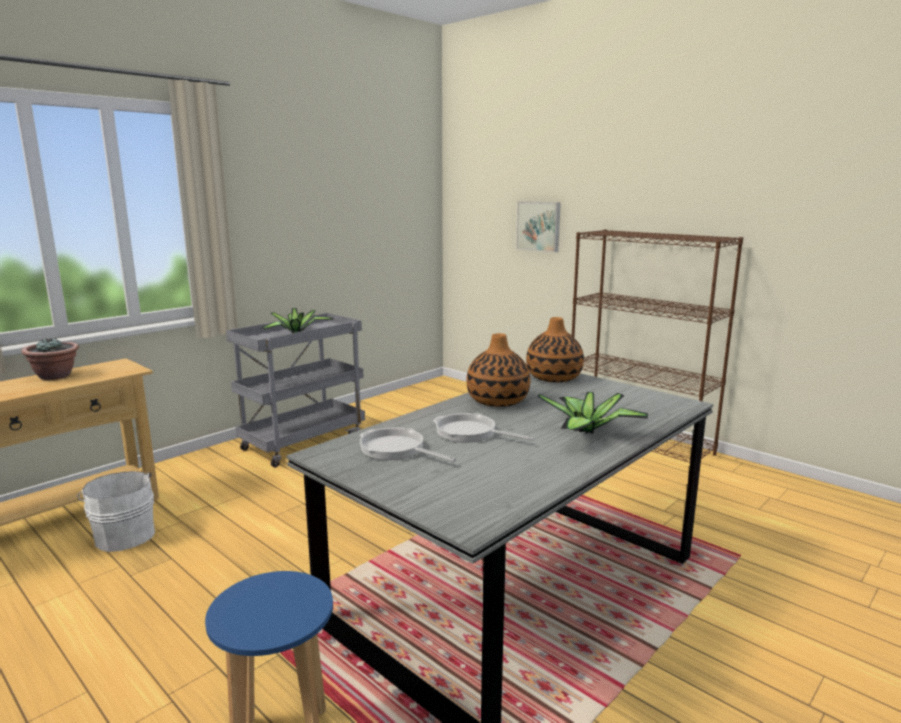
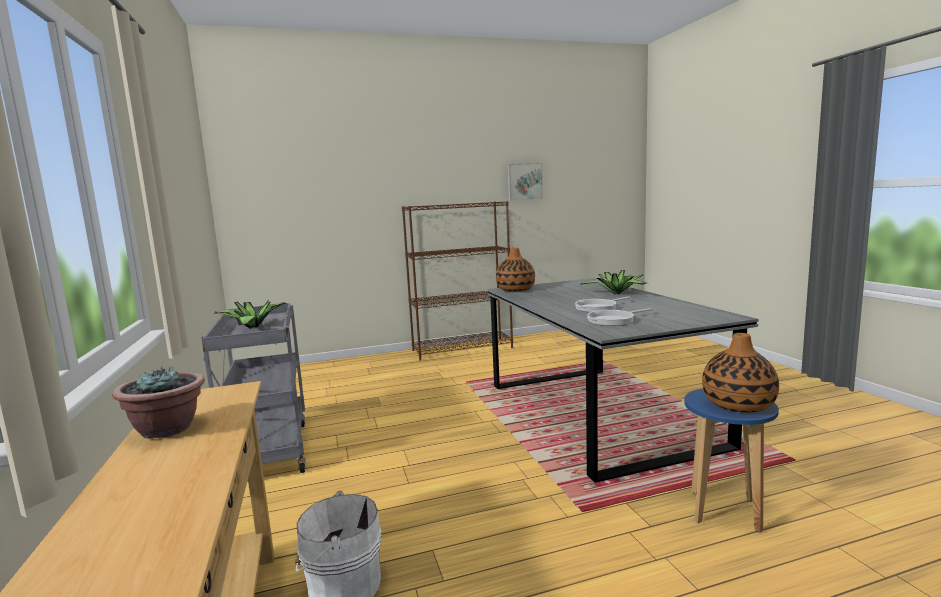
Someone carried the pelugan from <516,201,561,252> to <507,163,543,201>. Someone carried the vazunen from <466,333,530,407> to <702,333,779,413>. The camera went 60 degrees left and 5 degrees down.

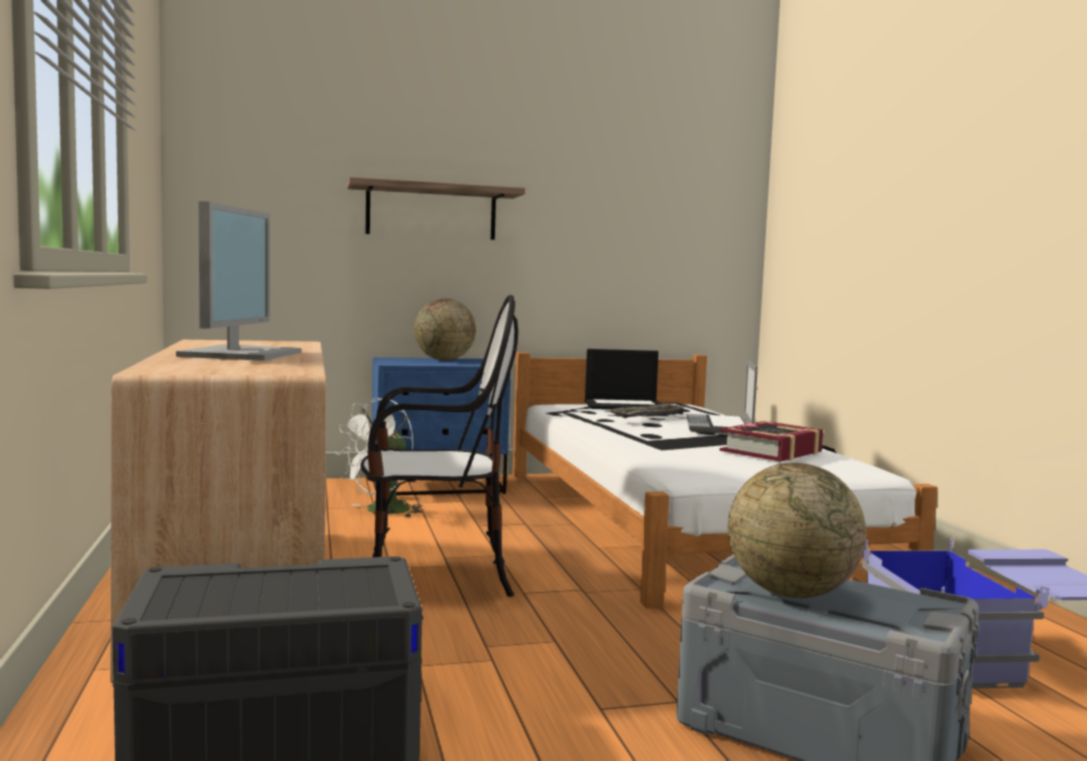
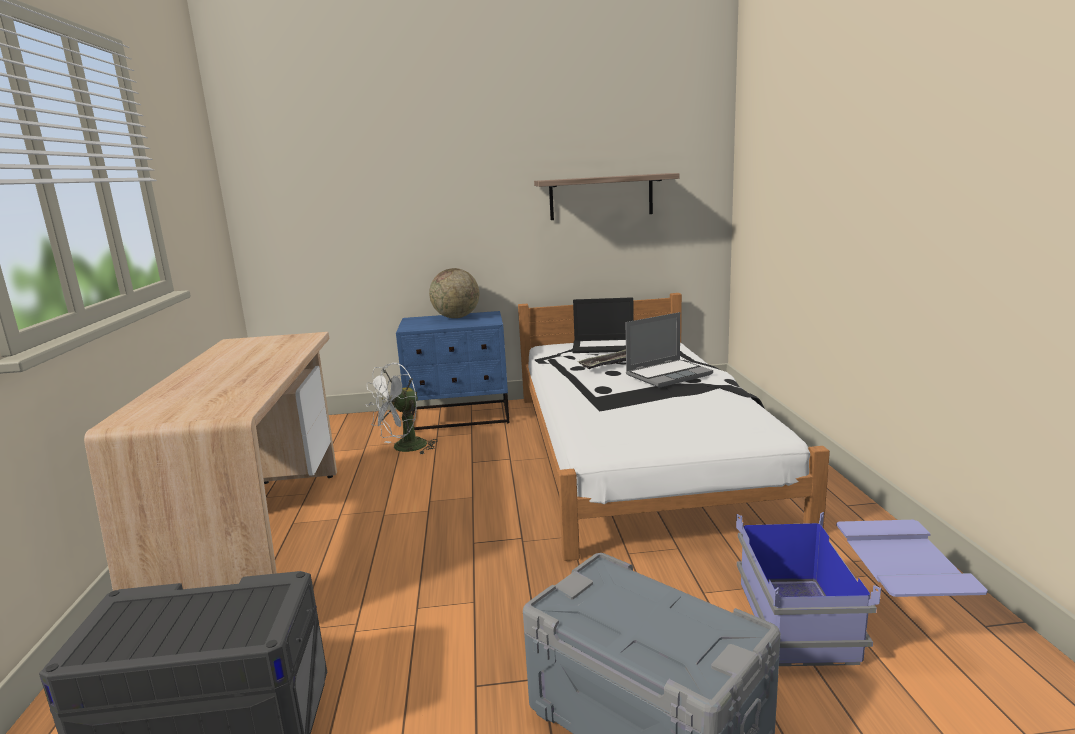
Someone carried the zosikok from <347,177,525,240> to <534,173,679,220>. Someone rotated the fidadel at <687,360,758,434> by 135 degrees counterclockwise. Someone took away the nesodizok at <176,201,301,361>. Someone took away the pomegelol at <360,295,518,597>. Someone took away the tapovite at <720,421,823,462>. Someone took away the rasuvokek at <728,463,866,598>. The camera went 10 degrees right and 10 degrees up.

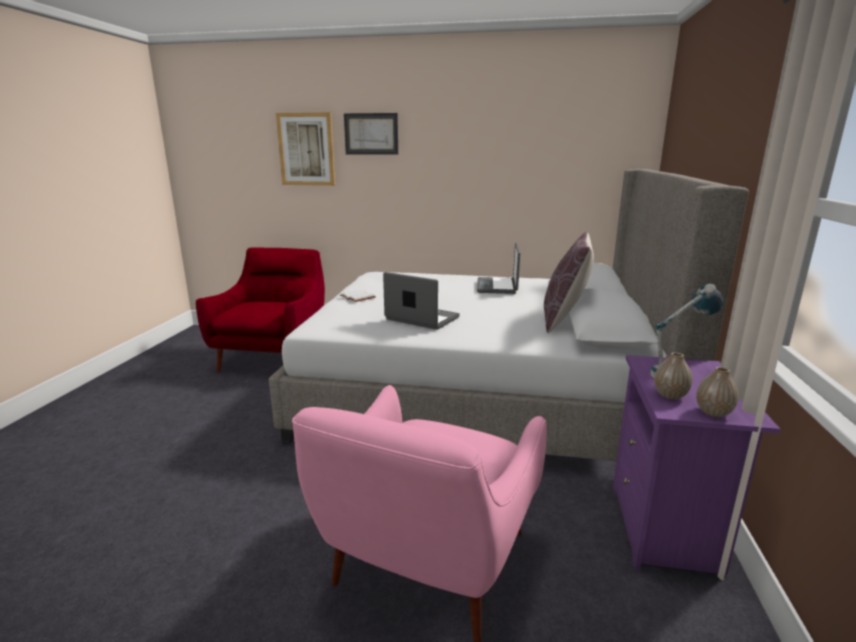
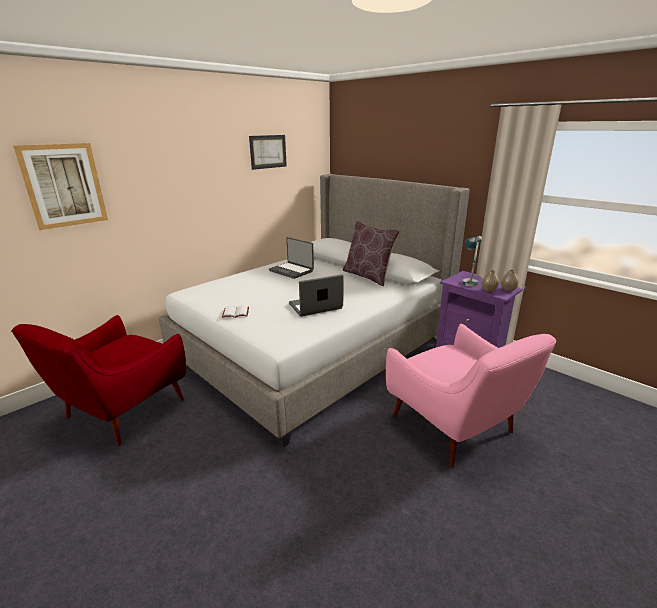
Someone rotated the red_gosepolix at <196,247,325,372> by 105 degrees counterclockwise. Someone carried the pelugan from <344,113,398,155> to <249,135,287,170>. The camera went 55 degrees left and 5 degrees up.

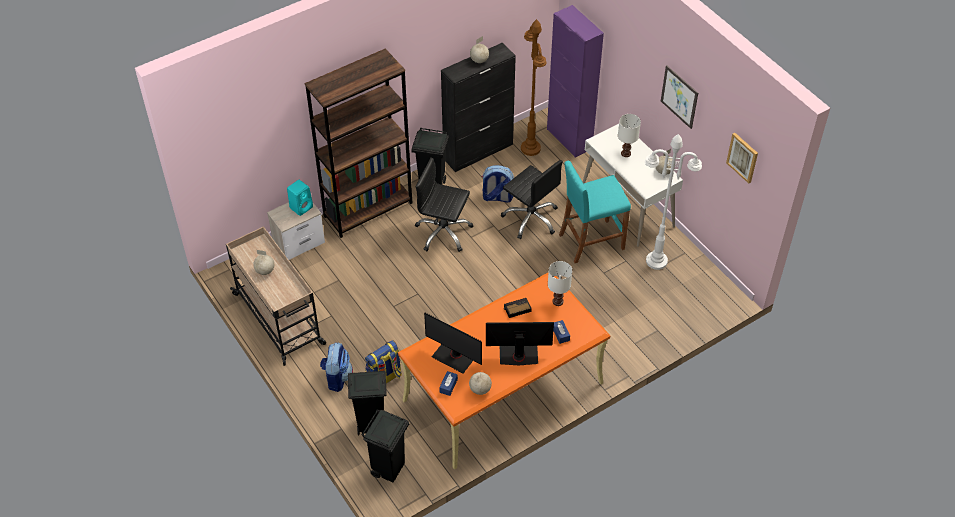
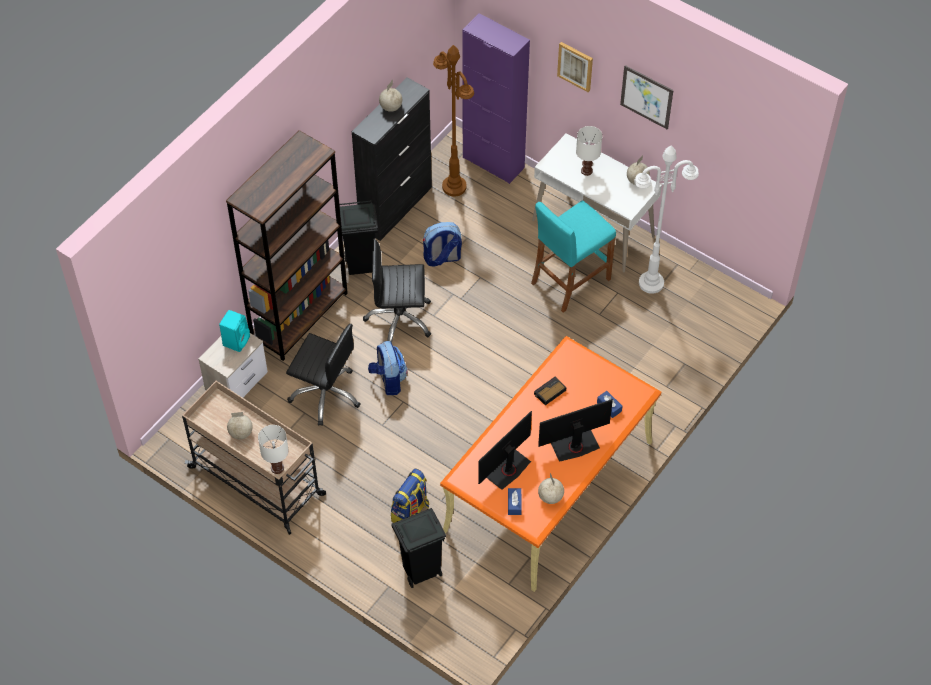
Someone carried the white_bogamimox from <548,261,572,306> to <258,425,289,474>. Someone carried the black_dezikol from <501,160,563,239> to <286,324,360,426>. Someone carried the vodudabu from <320,343,353,392> to <368,341,408,395>. Someone rotated the nesodizok at <424,313,482,373> by 120 degrees clockwise. Someone carried the pelugan from <726,133,758,184> to <557,42,593,92>. Someone took away the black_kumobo at <361,409,409,482>. The camera went 20 degrees left and 5 degrees up.

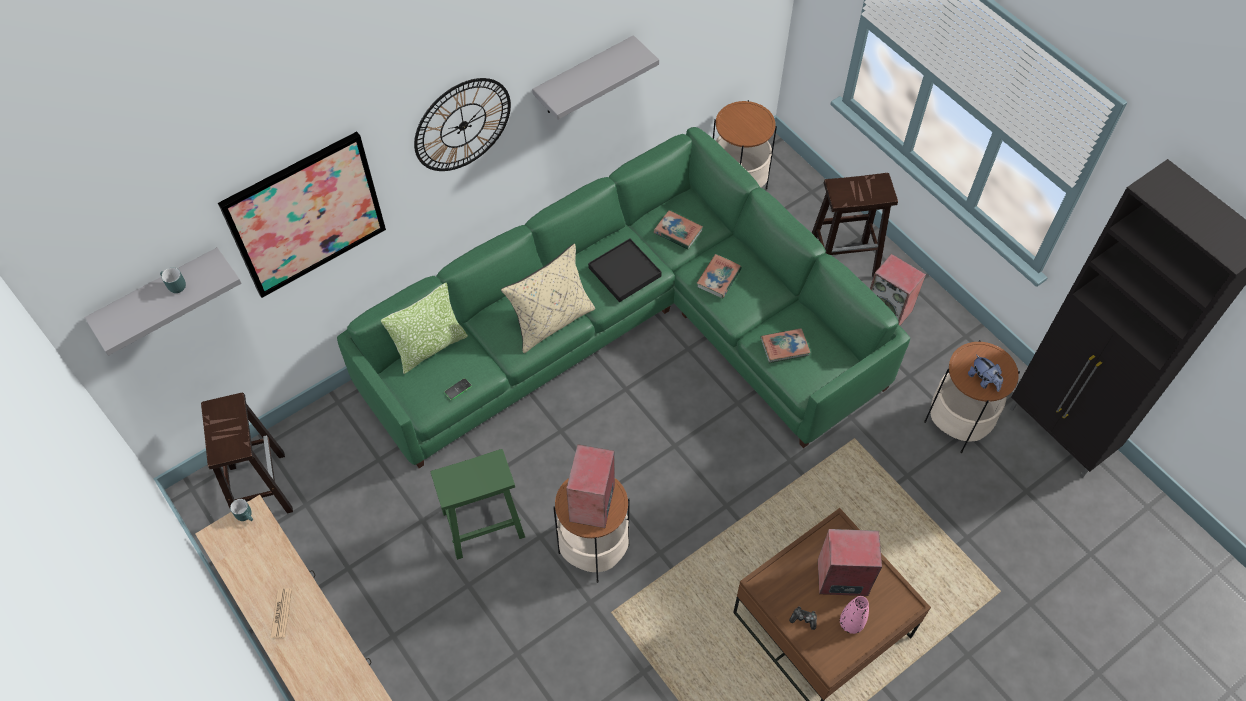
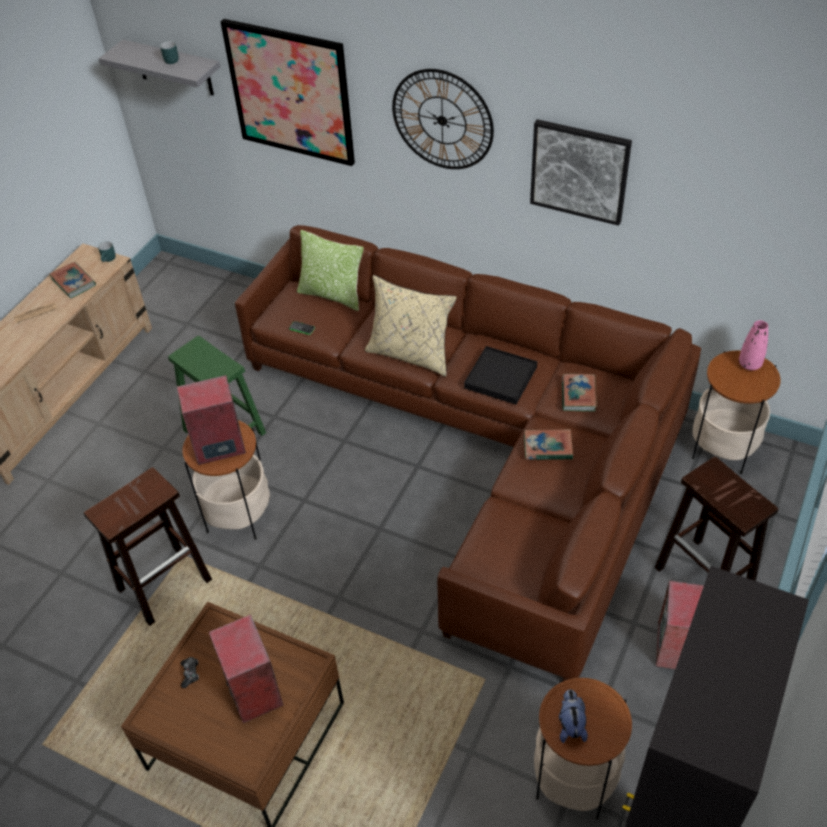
Someone carried the tapovite from <760,328,811,363> to <49,262,96,299>. Someone carried the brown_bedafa from <201,393,293,513> to <84,467,212,626>. Someone repainted the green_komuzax at <337,127,910,468>, which became the brown_komuzax at <235,225,701,681>. Someone swapped the grey_zosikok at <532,35,659,120> for the pelugan at <530,119,632,226>. Someone rotated the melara at <968,355,1003,392> by 150 degrees clockwise. Someone carried the pink_vazunen from <840,596,869,634> to <739,320,768,370>. The camera went 65 degrees right and 10 degrees down.

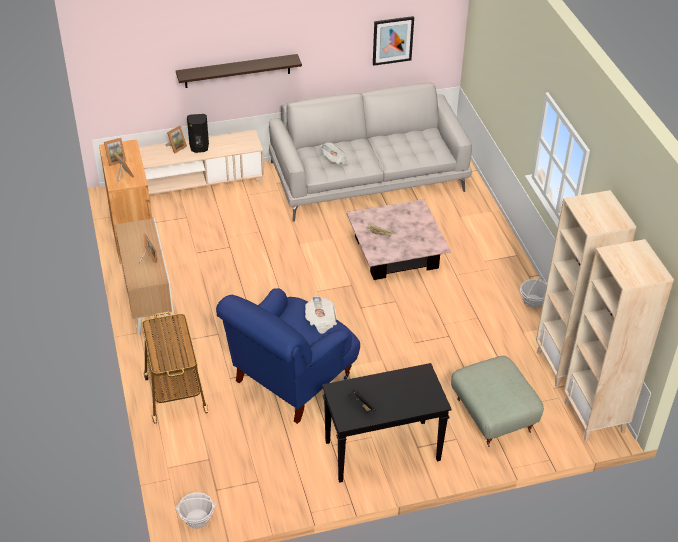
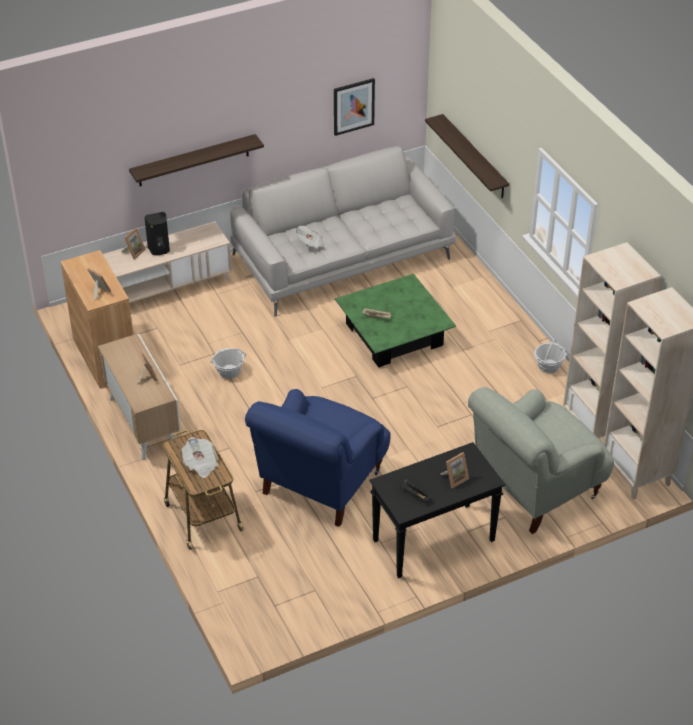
Someone carried the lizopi from <305,295,337,334> to <182,437,219,478>. Someone carried the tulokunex from <175,492,217,529> to <211,348,246,379>. Someone repainted the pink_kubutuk at <346,199,451,280>, which became the green_kubutuk at <335,274,456,367>. Someone put up the zosikok at <425,114,509,198>. Someone carried the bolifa from <104,138,127,166> to <440,452,469,488>. Someone swapped the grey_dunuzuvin at <451,356,544,447> for the grey_gosepolix at <468,387,614,534>. The camera went 10 degrees left and 0 degrees up.

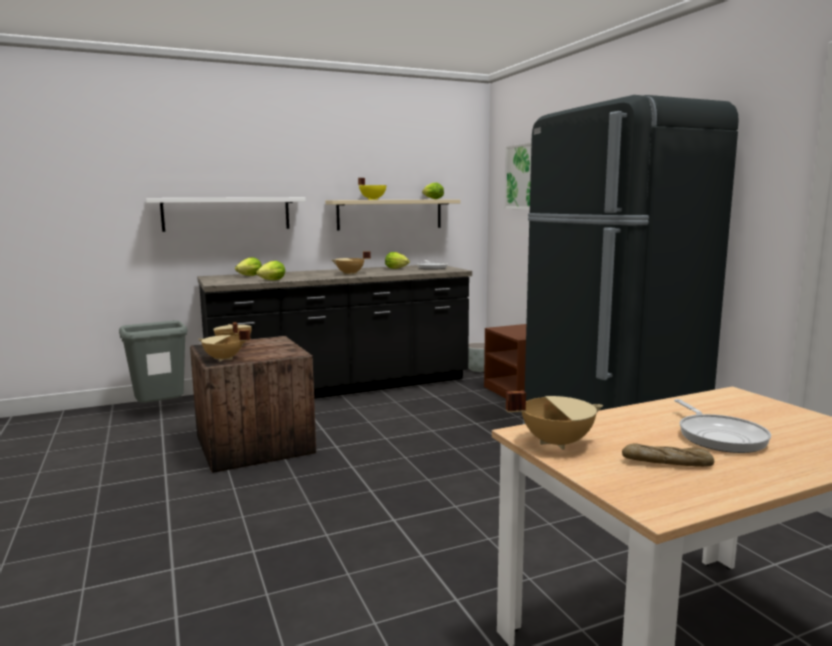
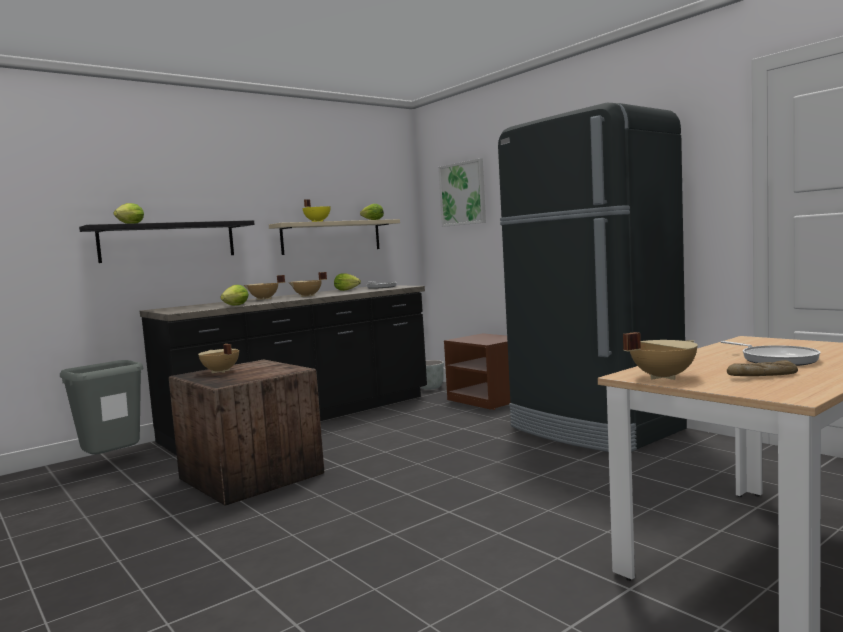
Someone repainted the white_zosikok at <146,197,306,232>, which became the black_zosikok at <79,220,254,263>. Someone carried the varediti from <235,257,262,276> to <113,203,144,224>. Someone carried the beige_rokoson from <198,330,250,361> to <243,275,285,300>. The camera went 15 degrees left and 5 degrees down.

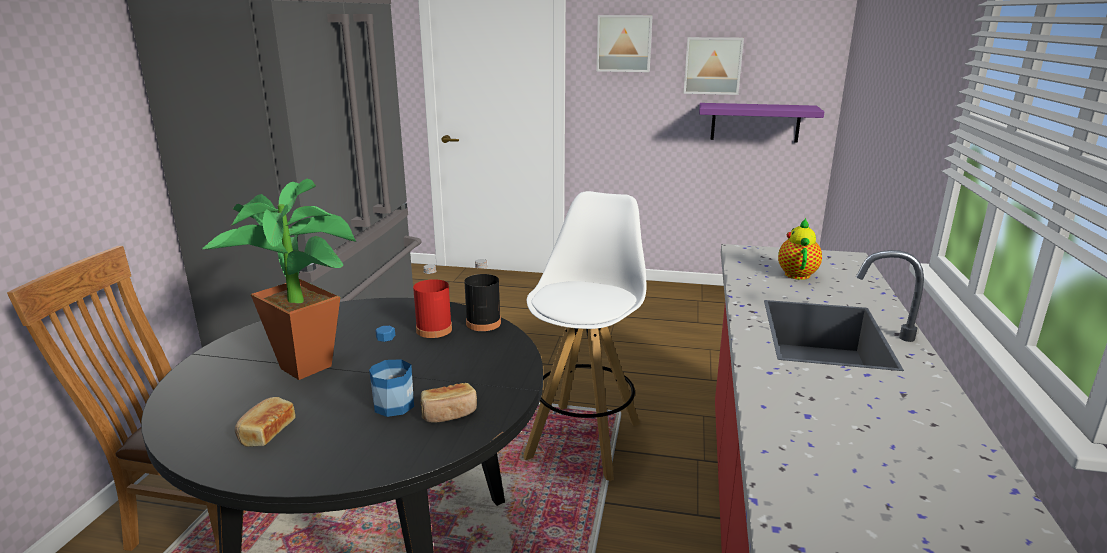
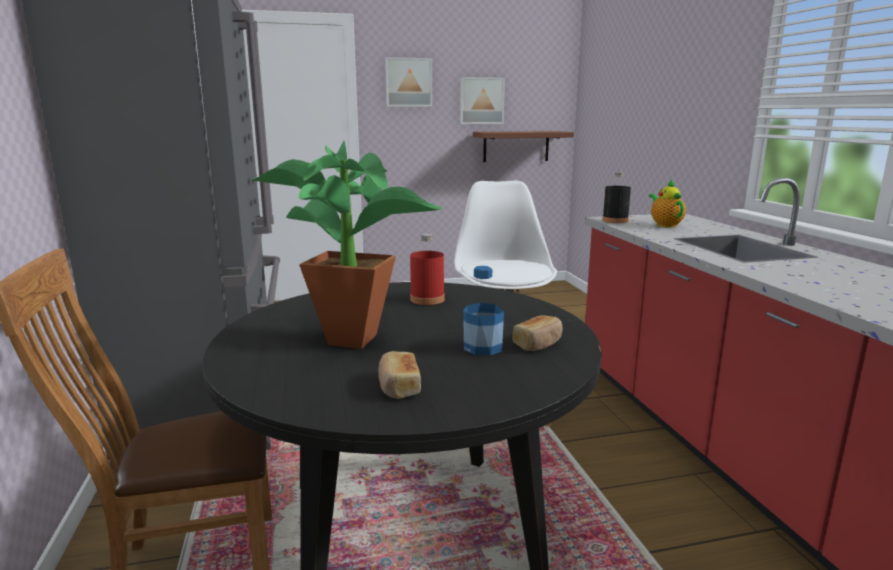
Someone repainted the purple_zosikok at <699,103,824,143>, which became the brown_zosikok at <473,131,574,162>. Someone carried the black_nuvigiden from <464,259,501,331> to <602,172,631,223>. The camera went 25 degrees left and 5 degrees down.

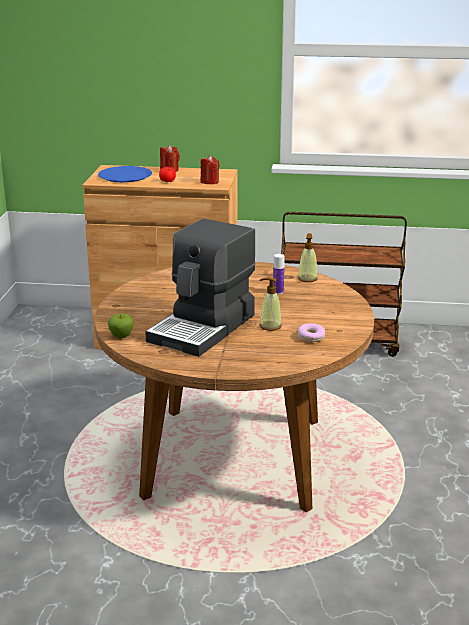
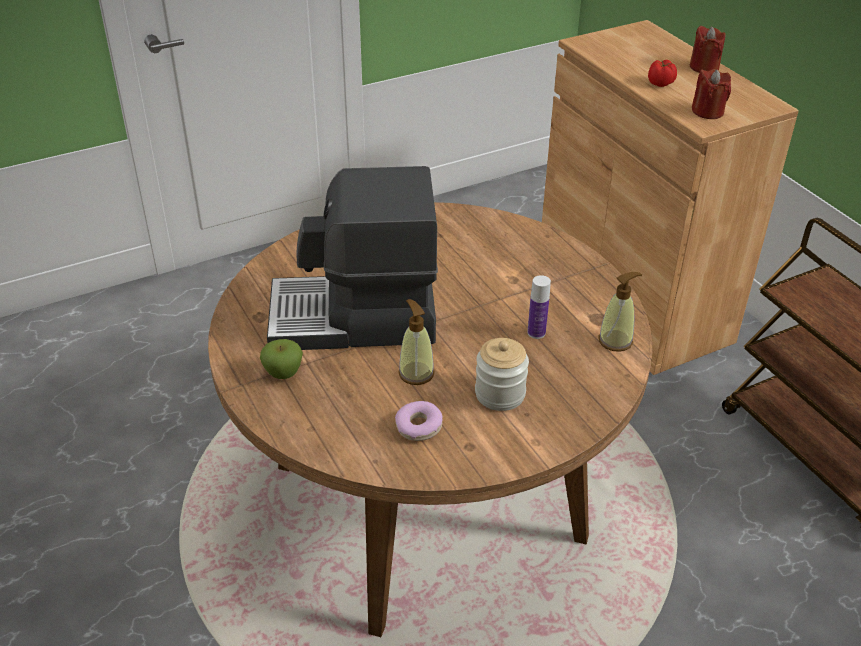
Someone carried the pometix from <108,313,134,338> to <260,339,303,379>. Someone put down the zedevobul at <475,338,529,411>. Someone took away the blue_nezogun at <98,166,152,182>. The camera went 55 degrees right and 15 degrees up.

